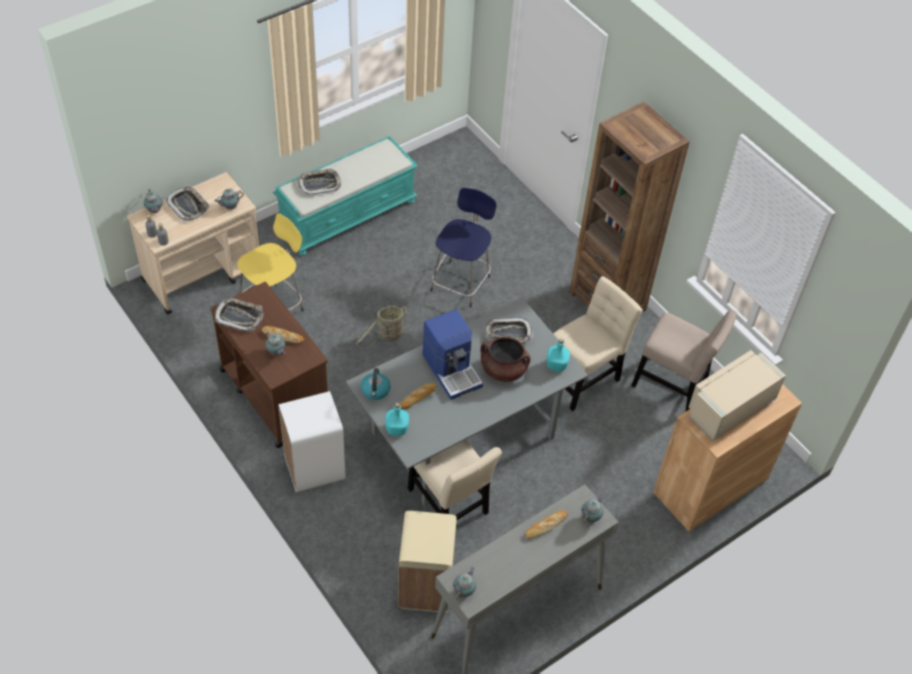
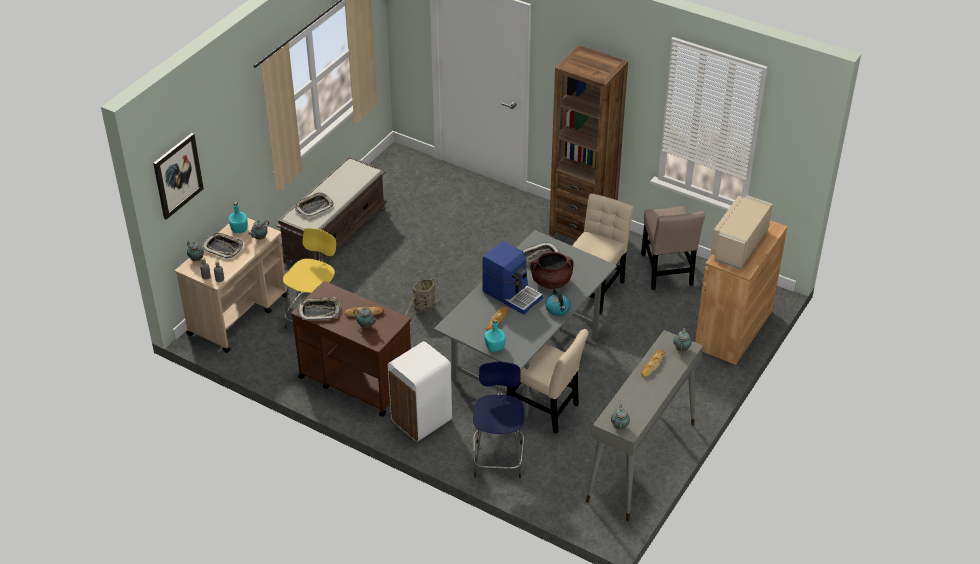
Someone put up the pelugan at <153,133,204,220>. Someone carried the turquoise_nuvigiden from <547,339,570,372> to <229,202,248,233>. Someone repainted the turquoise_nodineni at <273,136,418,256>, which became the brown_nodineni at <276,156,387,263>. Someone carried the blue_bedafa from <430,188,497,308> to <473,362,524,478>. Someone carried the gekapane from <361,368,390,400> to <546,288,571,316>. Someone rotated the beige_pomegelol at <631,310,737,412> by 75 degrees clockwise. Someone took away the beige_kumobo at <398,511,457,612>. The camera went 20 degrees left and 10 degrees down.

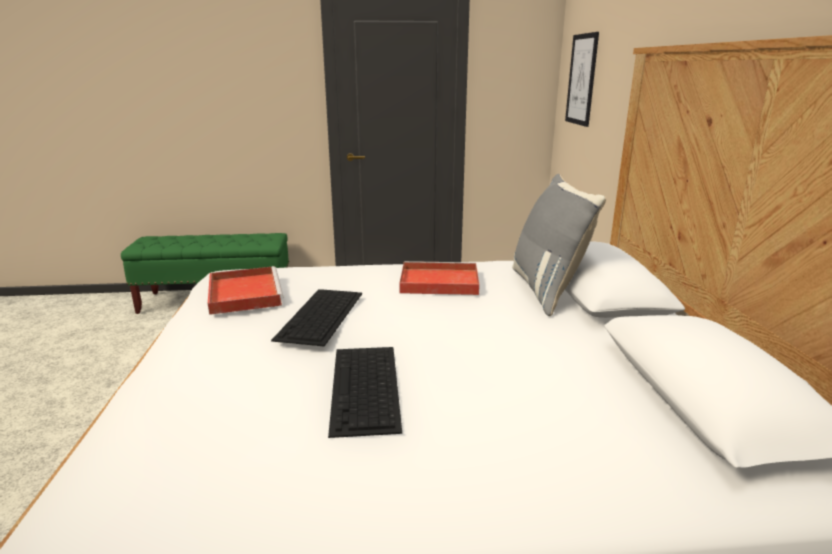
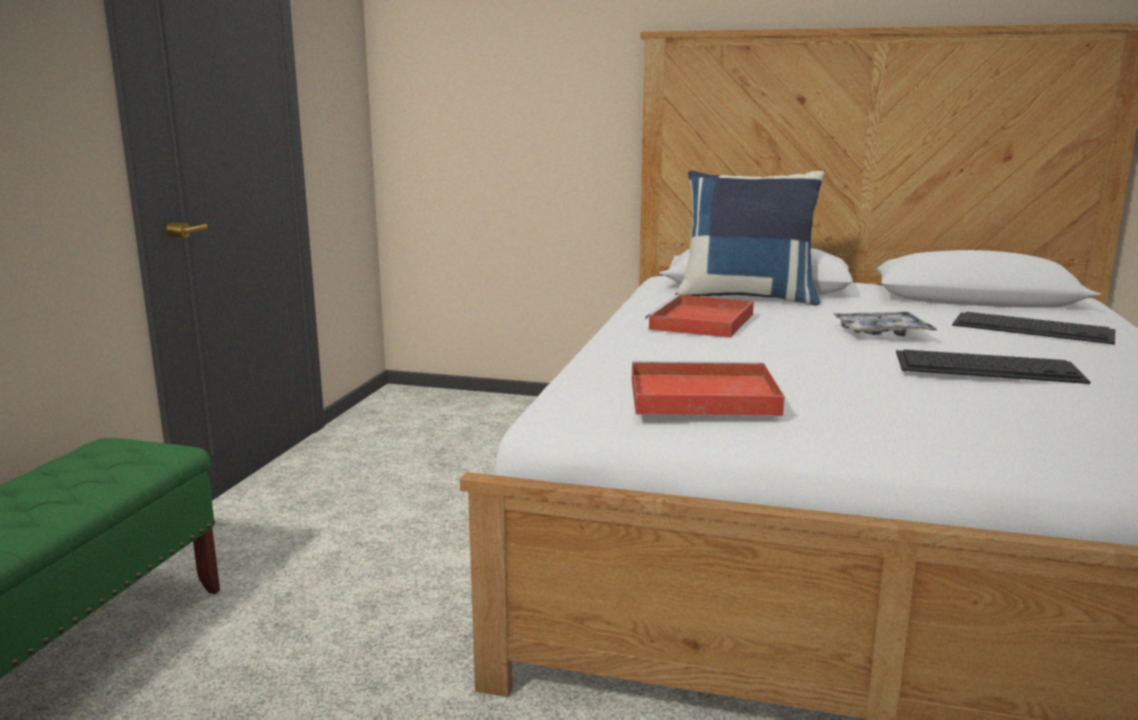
Someone repainted the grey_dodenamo at <512,174,606,316>, which became the blue_dodenamo at <676,171,825,306>. Someone put down the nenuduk at <833,312,937,336>. Someone carried the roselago from <271,289,362,346> to <952,312,1115,345>. Someone took away the pelugan at <565,32,599,127>. The camera went 70 degrees left and 5 degrees down.

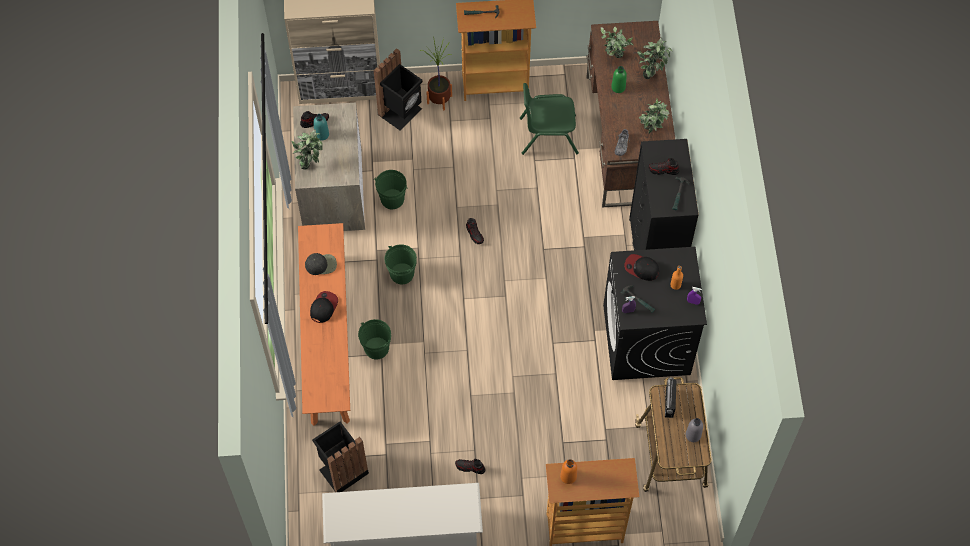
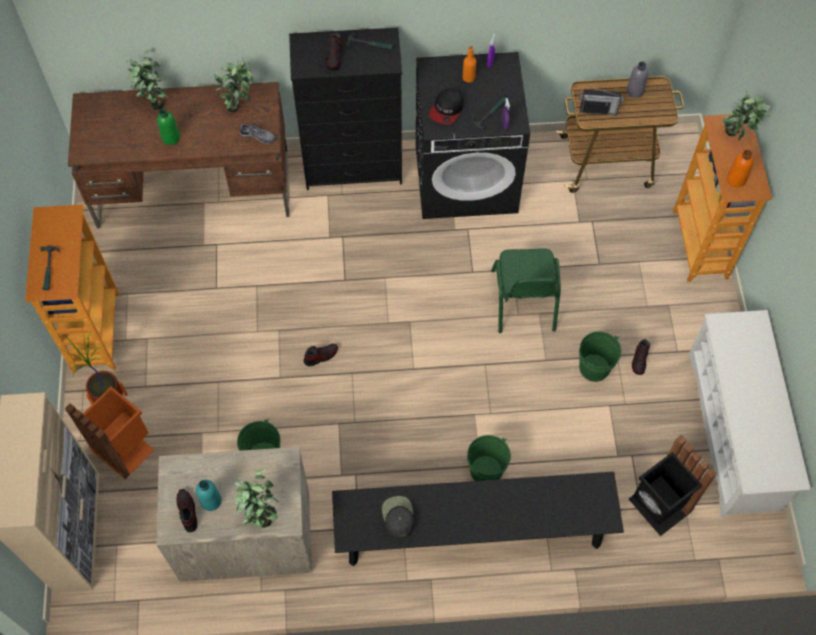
Someone repainted the black_kumobo at <374,48,423,131>, which became the orange_kumobo at <65,386,154,479>. Someone repainted the orange_nodineni at <298,223,350,426>, which became the black_nodineni at <332,472,624,566>. Someone carried the green_pomegelol from <520,83,579,155> to <491,248,561,333>. Someone carried the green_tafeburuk from <385,245,417,284> to <579,331,621,382>. Someone carried the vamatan from <601,27,633,58> to <721,91,772,140>. Someone took away the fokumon at <310,291,338,323>. The camera went 90 degrees left and 0 degrees up.

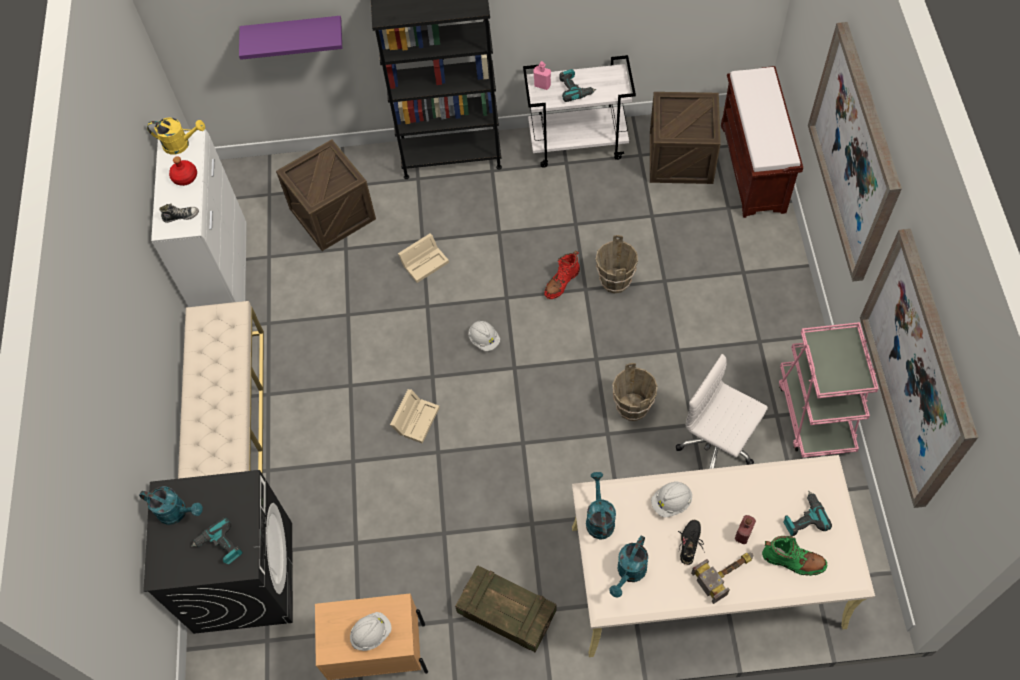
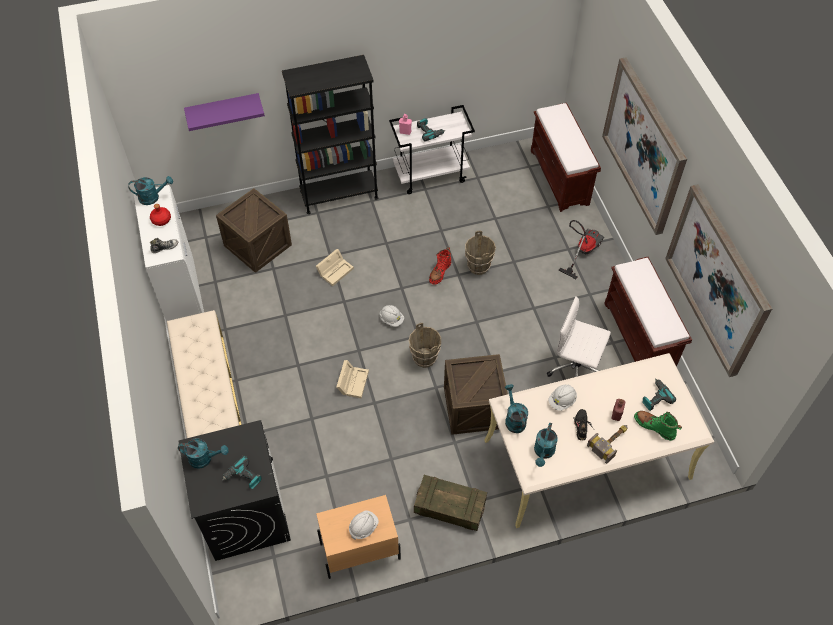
Someone repainted the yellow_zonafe at <147,118,205,155>, which became the turquoise_zonafe at <128,176,173,205>. Someone carried the brown_tafeburuk from <612,363,658,421> to <408,323,441,368>. Someone carried the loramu from <650,92,721,184> to <444,354,508,435>. Someone put down the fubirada at <559,220,604,279>. Someone swapped the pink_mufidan at <779,322,879,458> for the brown_nodineni at <604,257,692,367>. Someone rotated the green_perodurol at <762,536,827,576> by 150 degrees counterclockwise. The camera went 15 degrees left and 5 degrees down.

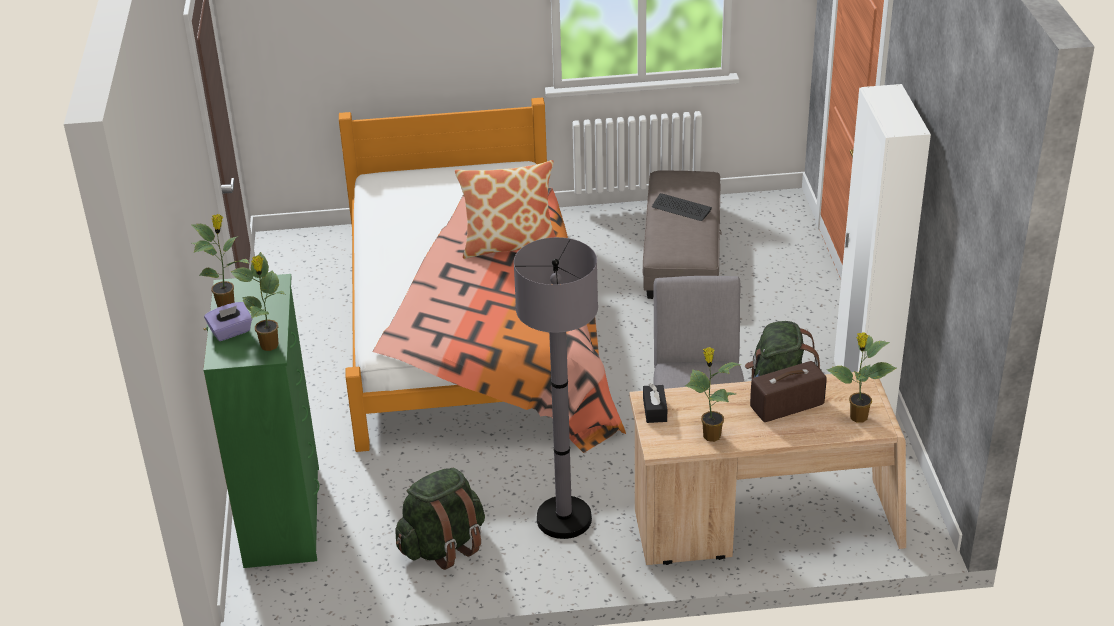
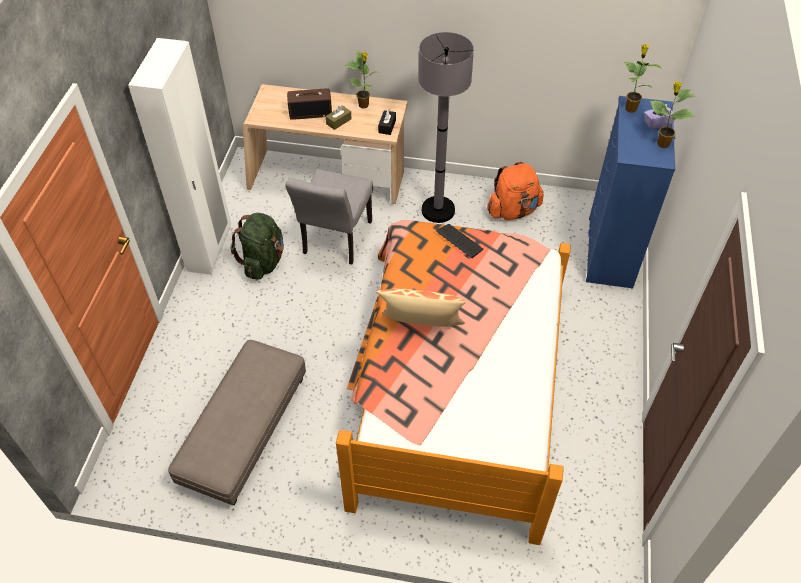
Someone put down the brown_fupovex at <326,105,352,130>. Someone carried the roselago from <652,193,712,221> to <436,224,484,258>. Someone repainted the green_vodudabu at <395,468,485,570>, which became the orange_vodudabu at <487,162,544,220>. Someone repainted the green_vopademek at <203,274,319,568>, which became the blue_vopademek at <586,96,677,288>. Someone took away the vamatan at <826,332,896,423>. The camera went 165 degrees left and 15 degrees up.

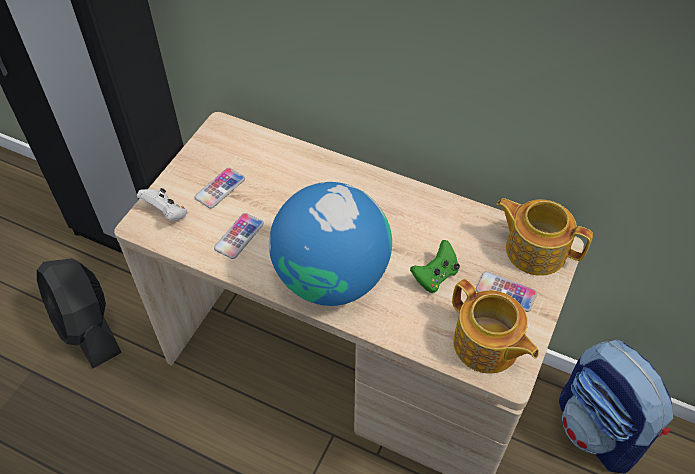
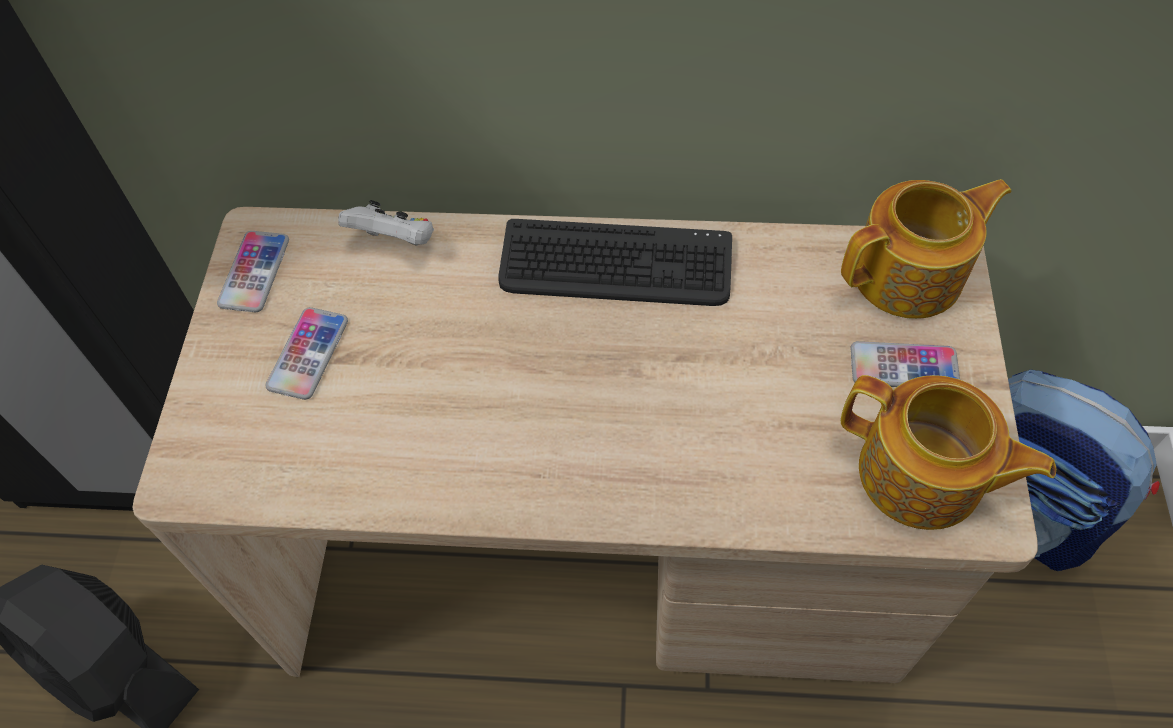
Someone carried the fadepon from <214,213,264,259> to <217,231,289,312>. Someone carried the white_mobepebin from <137,188,187,220> to <338,200,434,246>. Someone put down the roselago at <499,219,732,306>. Someone rotated the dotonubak at <496,198,593,276> by 150 degrees clockwise. Someone took away the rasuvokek at <269,182,392,306>. Someone took away the green_mobepebin at <410,240,460,293>. The camera went 20 degrees left and 5 degrees up.

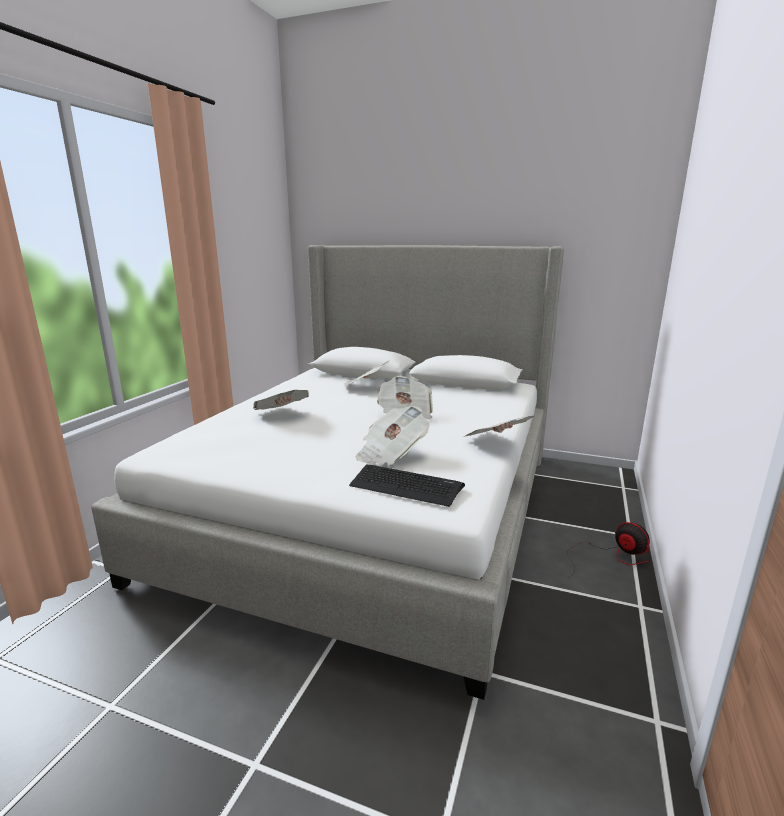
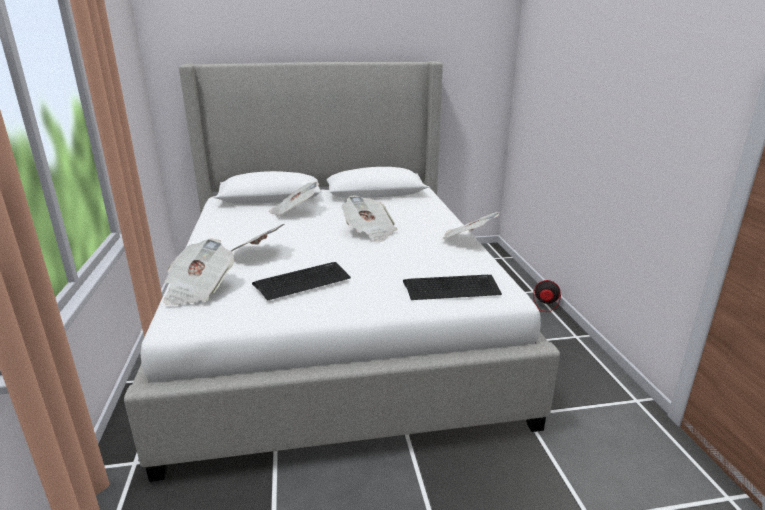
Someone carried the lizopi from <356,406,429,465> to <163,239,234,306>. Someone put down the roselago at <252,262,351,301>. The camera went 30 degrees left and 5 degrees up.

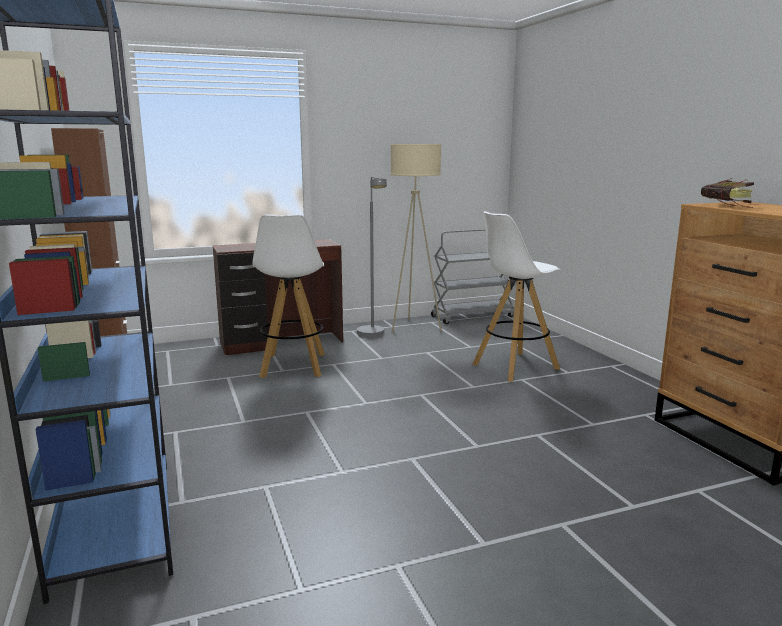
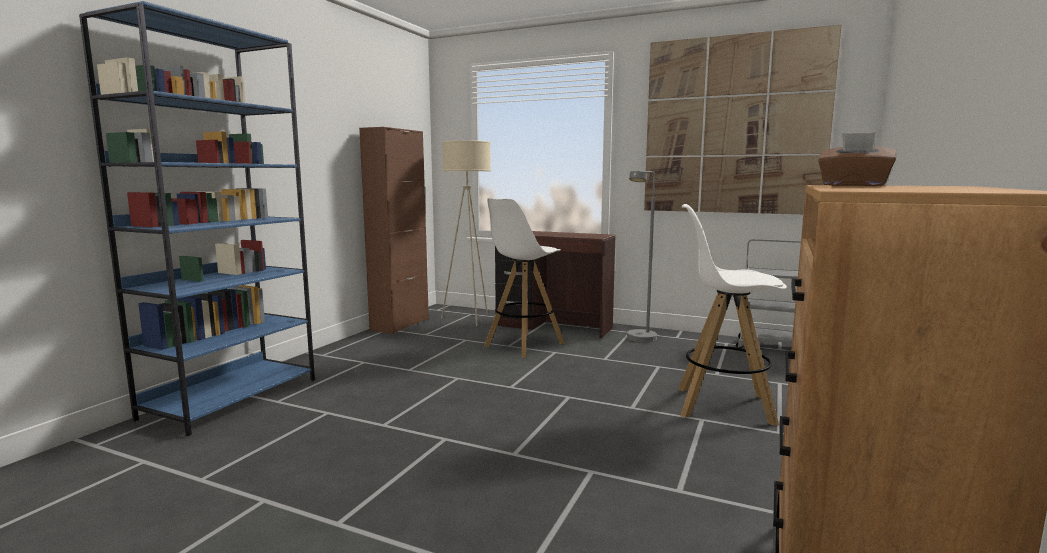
Someone carried the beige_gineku from <390,144,442,333> to <441,140,491,326>. Someone put up the pelugan at <644,25,841,214>. Someone swapped the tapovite at <701,178,754,208> for the brown_fupovex at <818,132,897,186>. The camera went 45 degrees right and 5 degrees down.

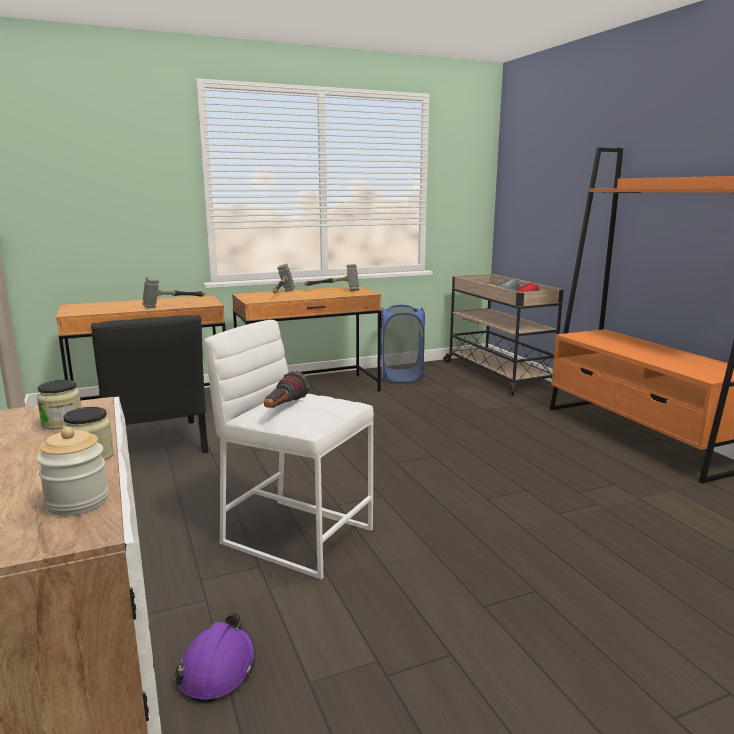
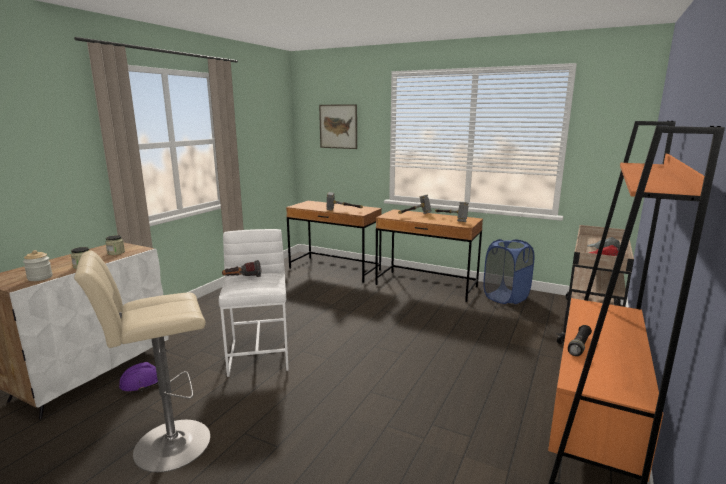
Someone put down the beige_bedafa at <74,250,210,472>. Someone put up the pelugan at <319,104,357,149>. Someone put down the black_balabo at <568,325,592,356>. Someone took away the black_pomegelol at <91,315,208,453>. The camera went 50 degrees right and 0 degrees up.

